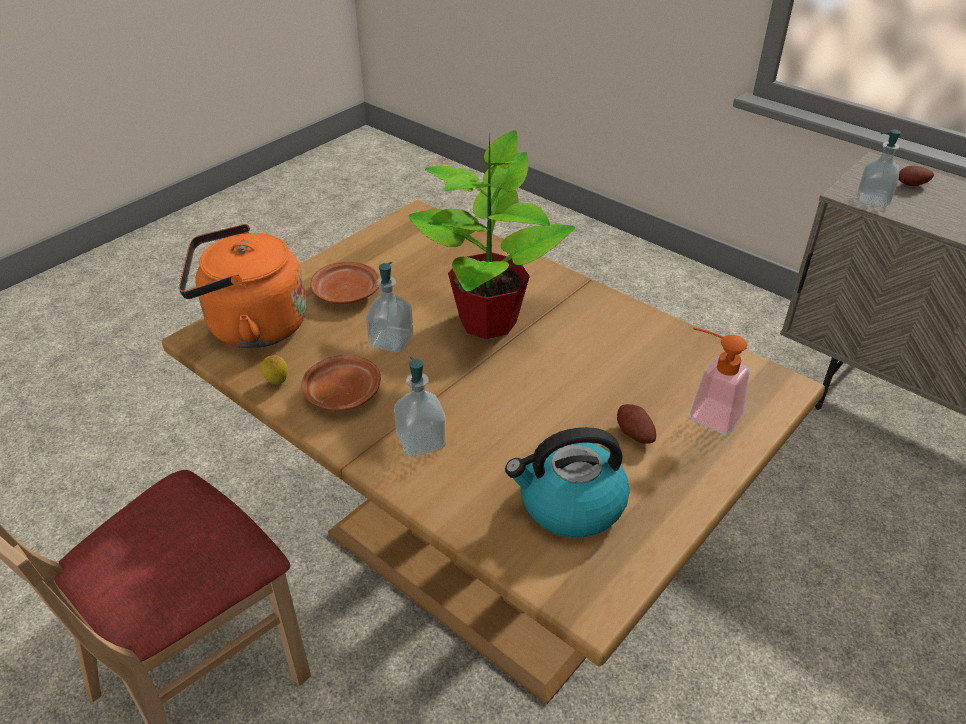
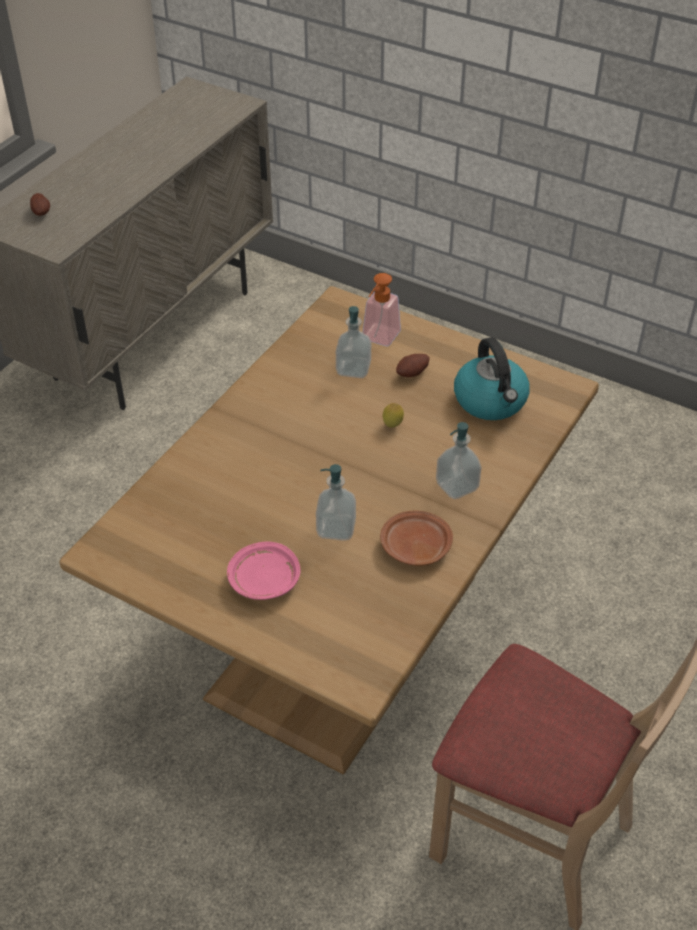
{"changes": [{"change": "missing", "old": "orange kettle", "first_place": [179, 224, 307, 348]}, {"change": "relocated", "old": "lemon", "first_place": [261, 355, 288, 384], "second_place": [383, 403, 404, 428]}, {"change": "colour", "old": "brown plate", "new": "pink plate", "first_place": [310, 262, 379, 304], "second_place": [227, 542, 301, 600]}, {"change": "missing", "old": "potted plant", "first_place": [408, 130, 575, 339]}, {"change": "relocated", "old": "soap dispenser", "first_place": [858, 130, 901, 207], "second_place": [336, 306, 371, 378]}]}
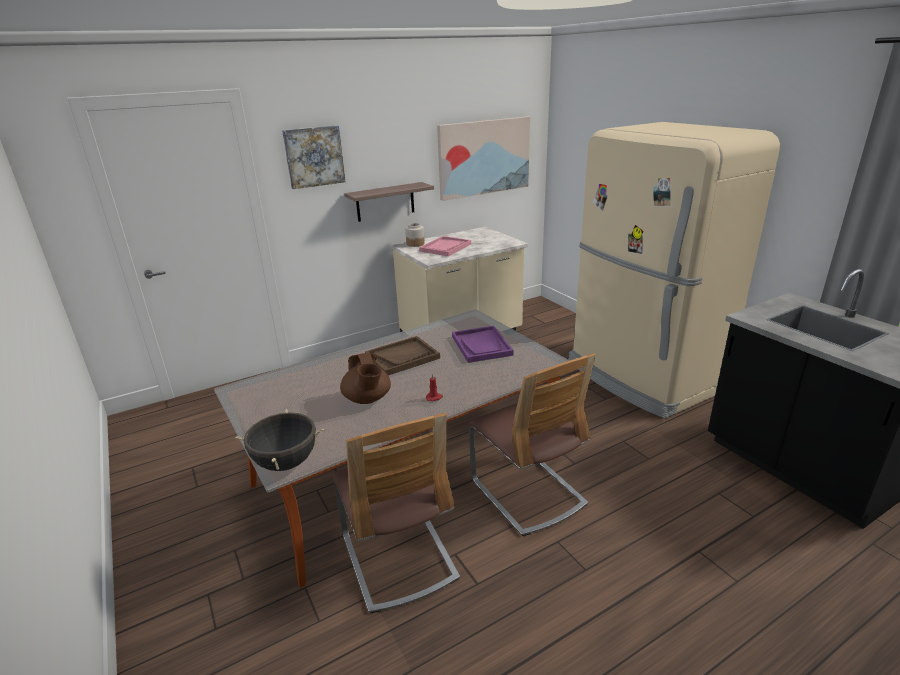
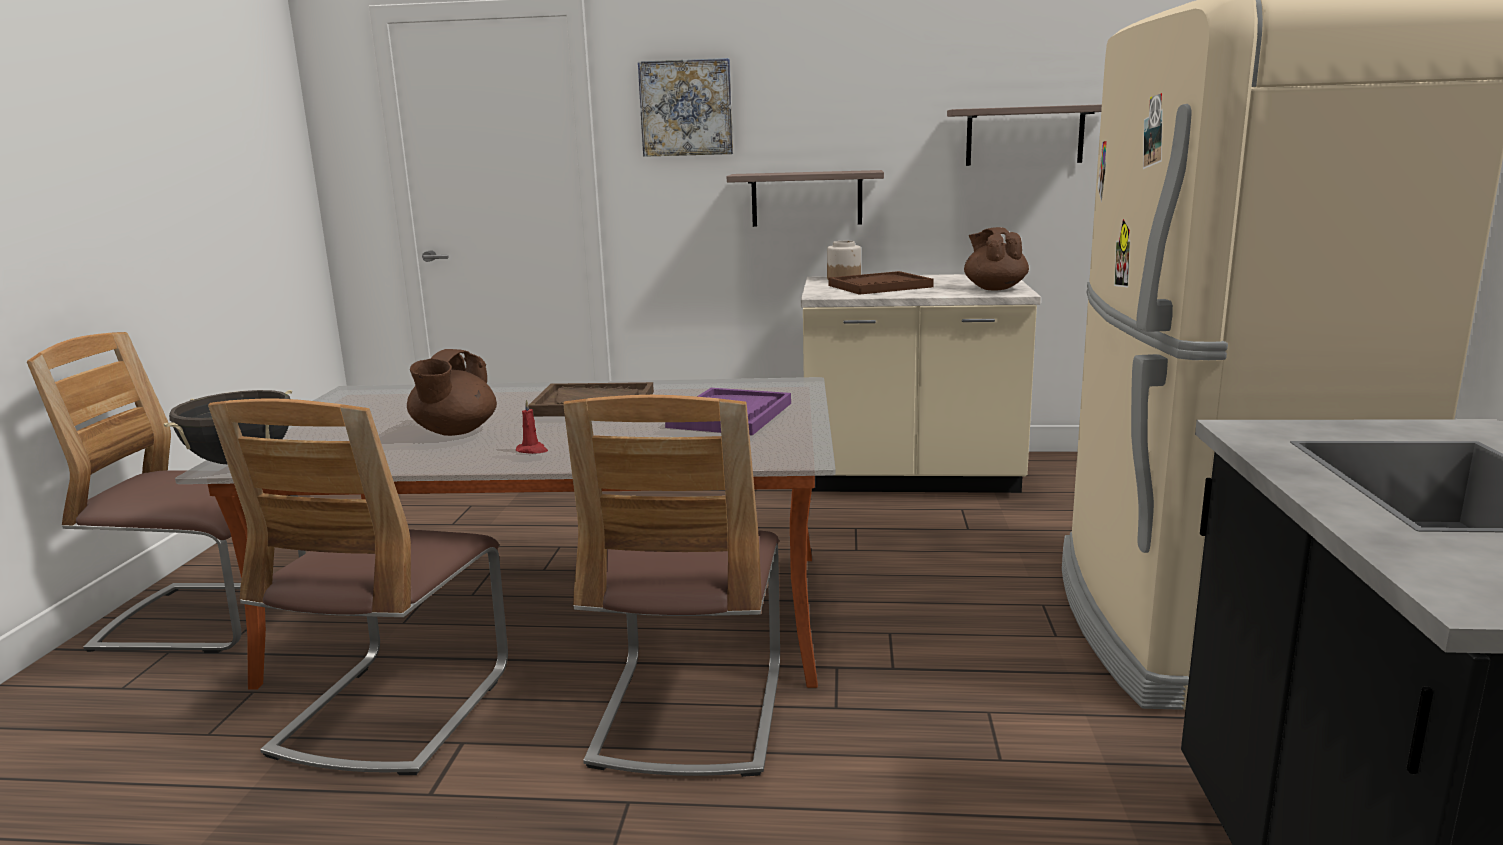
{"changes": [{"change": "colour", "old": "pink tray", "new": "brown tray", "first_place": [419, 236, 471, 256], "second_place": [828, 271, 934, 295]}, {"change": "exchanged", "old": "picture", "new": "shelf", "first_place": [437, 116, 530, 201], "second_place": [947, 104, 1102, 166]}, {"change": "appeared", "new": "chair", "second_place": [27, 332, 306, 653]}, {"change": "appeared", "new": "brown teapot", "second_place": [964, 227, 1029, 291]}]}
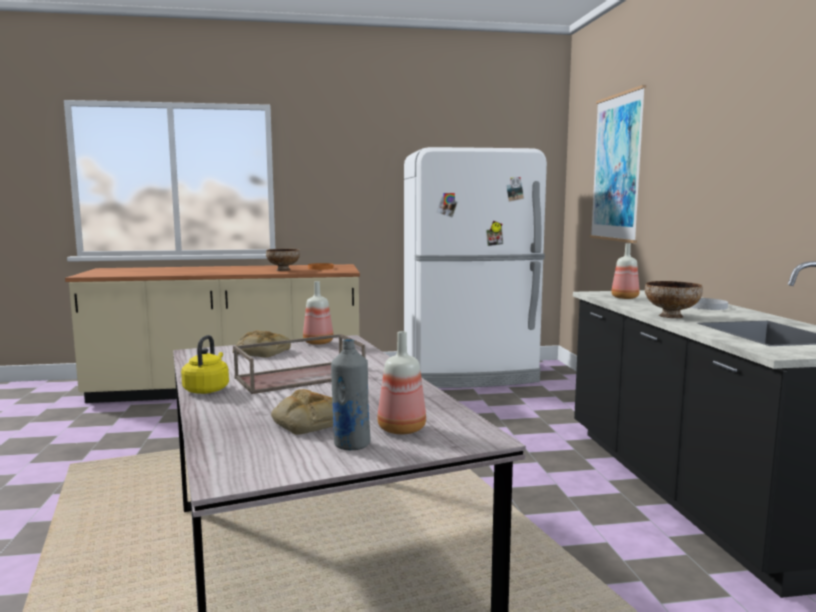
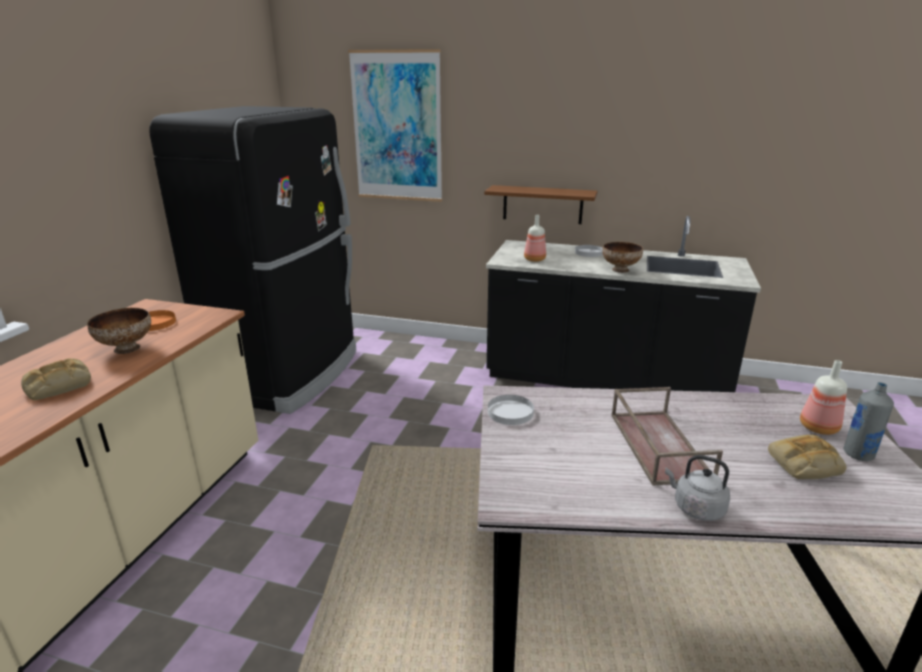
{"changes": [{"change": "colour", "old": "yellow kettle", "new": "grey kettle", "first_place": [181, 335, 229, 394], "second_place": [665, 455, 730, 521]}, {"change": "relocated", "old": "bread", "first_place": [233, 331, 291, 358], "second_place": [21, 358, 91, 400]}, {"change": "exchanged", "old": "bottle", "new": "white plate", "first_place": [303, 281, 333, 345], "second_place": [488, 395, 534, 425]}, {"change": "colour", "old": "white fridge", "new": "black fridge", "first_place": [404, 147, 547, 388], "second_place": [149, 106, 356, 414]}, {"change": "appeared", "new": "brown shelf", "second_place": [484, 185, 598, 224]}]}
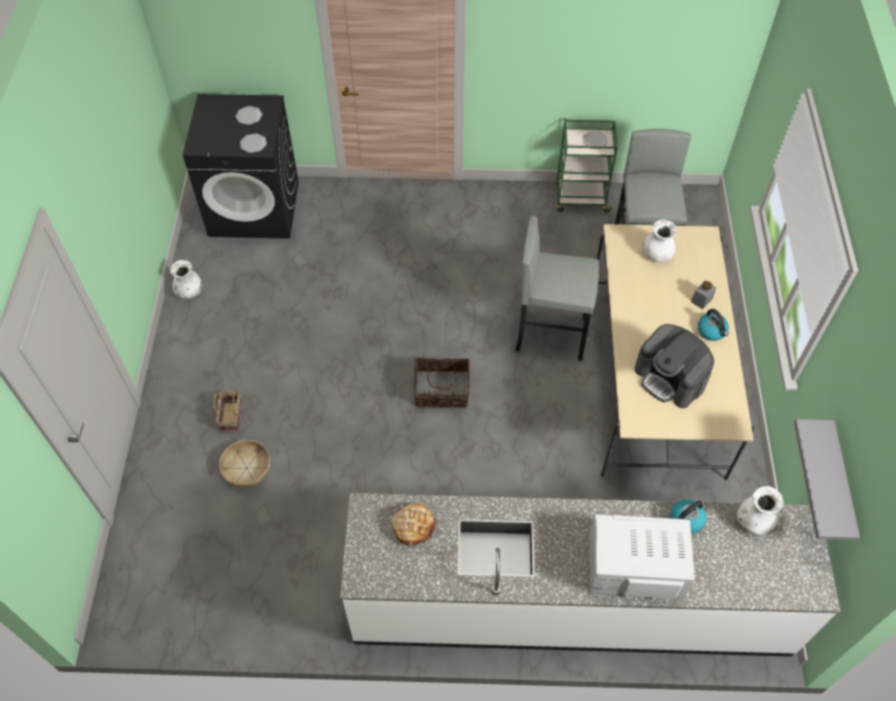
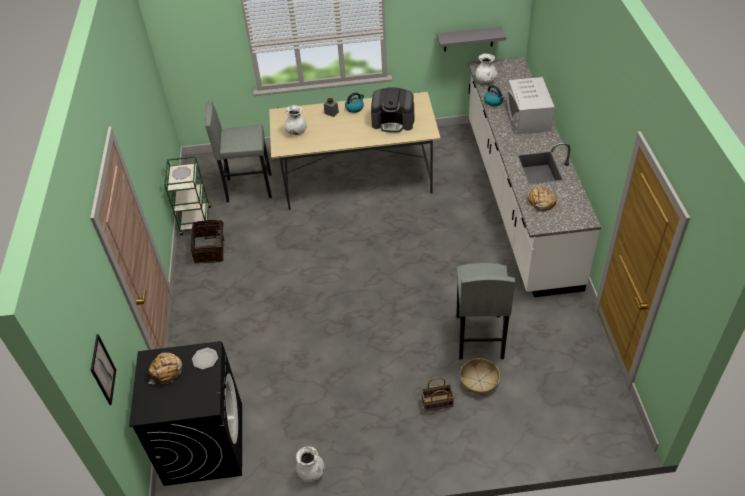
{"changes": [{"change": "exchanged", "old": "plate", "new": "bread", "first_place": [235, 106, 263, 125], "second_place": [149, 352, 182, 385]}, {"change": "relocated", "old": "basket", "first_place": [414, 358, 470, 408], "second_place": [191, 219, 224, 264]}, {"change": "relocated", "old": "grey stool", "first_place": [515, 216, 599, 361], "second_place": [456, 263, 516, 360]}, {"change": "spun", "old": "coffee machine", "first_place": [634, 324, 714, 408], "second_place": [371, 87, 414, 133], "degrees": 60}, {"change": "appeared", "new": "picture", "second_place": [91, 334, 116, 405]}]}
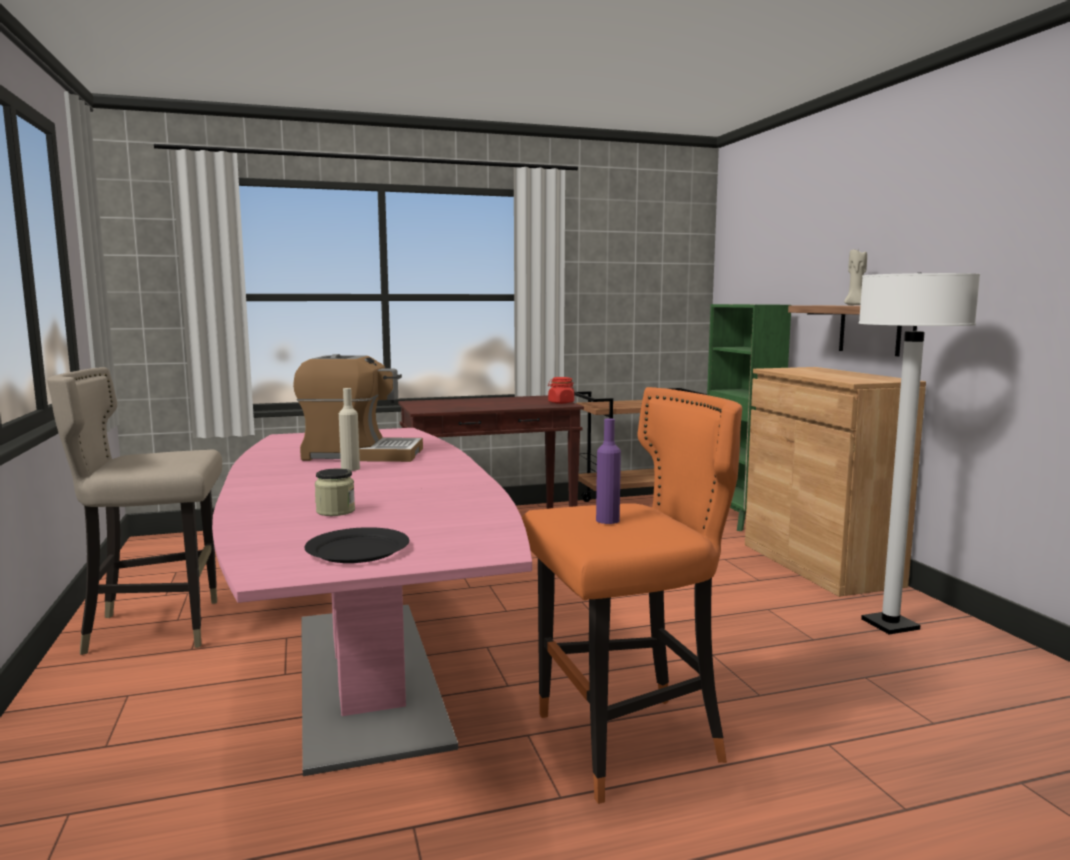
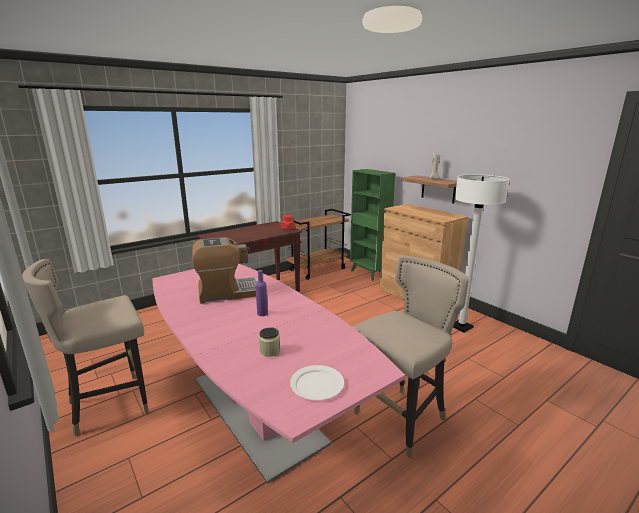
{"changes": [{"change": "colour", "old": "black plate", "new": "white plate", "first_place": [304, 527, 409, 563], "second_place": [290, 365, 344, 400]}, {"change": "missing", "old": "beige bottle", "first_place": [339, 388, 360, 471]}, {"change": "colour", "old": "orange stool", "new": "beige stool", "first_place": [522, 387, 742, 804], "second_place": [353, 256, 469, 458]}, {"change": "relocated", "old": "purple bottle", "first_place": [596, 418, 621, 524], "second_place": [255, 270, 268, 316]}]}
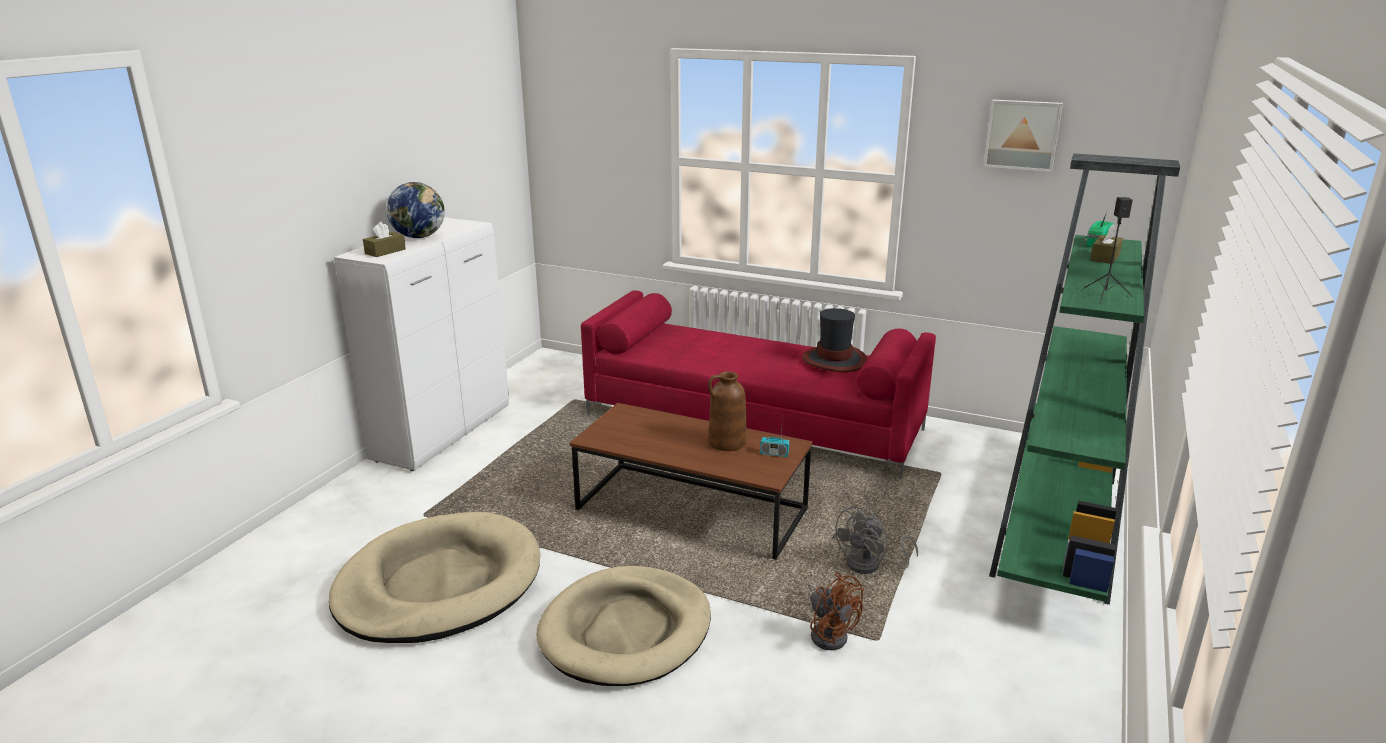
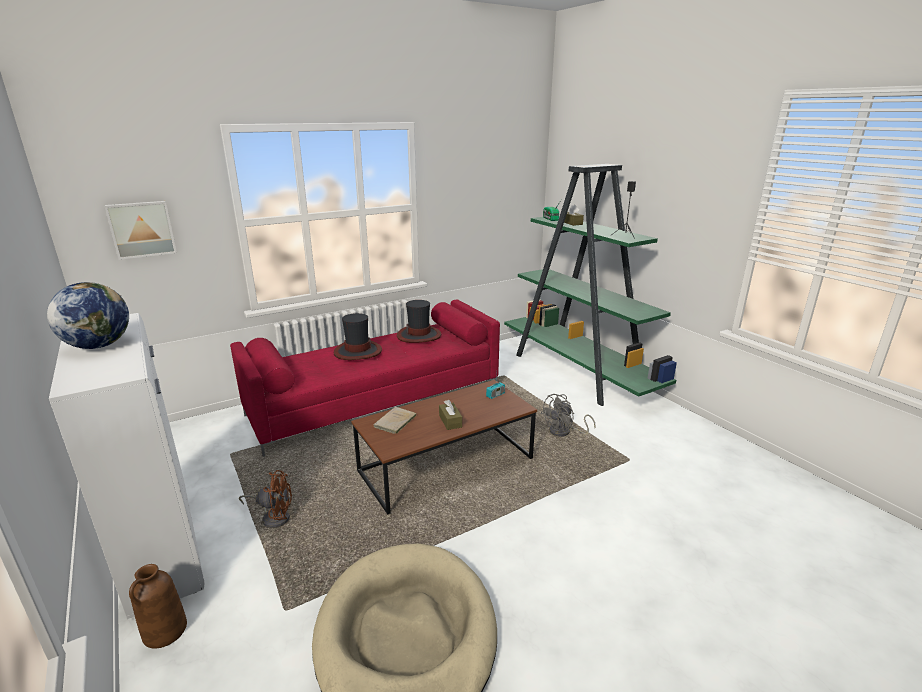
{"changes": [{"change": "relocated", "old": "brown tissue box", "first_place": [363, 222, 406, 257], "second_place": [439, 400, 462, 430]}, {"change": "missing", "old": "beige dog bed", "first_place": [536, 566, 711, 686]}, {"change": "relocated", "old": "brown vase", "first_place": [708, 371, 746, 451], "second_place": [129, 564, 187, 649]}, {"change": "relocated", "old": "brown fan", "first_place": [808, 572, 864, 650], "second_place": [239, 470, 292, 528]}, {"change": "spun", "old": "grey fan", "first_place": [832, 505, 918, 574], "second_place": [541, 394, 596, 437], "degrees": 60}, {"change": "relocated", "old": "picture", "first_place": [983, 100, 1063, 172], "second_place": [104, 201, 177, 260]}, {"change": "appeared", "new": "hat", "second_place": [334, 313, 382, 360]}, {"change": "appeared", "new": "beige book", "second_place": [373, 407, 417, 435]}]}
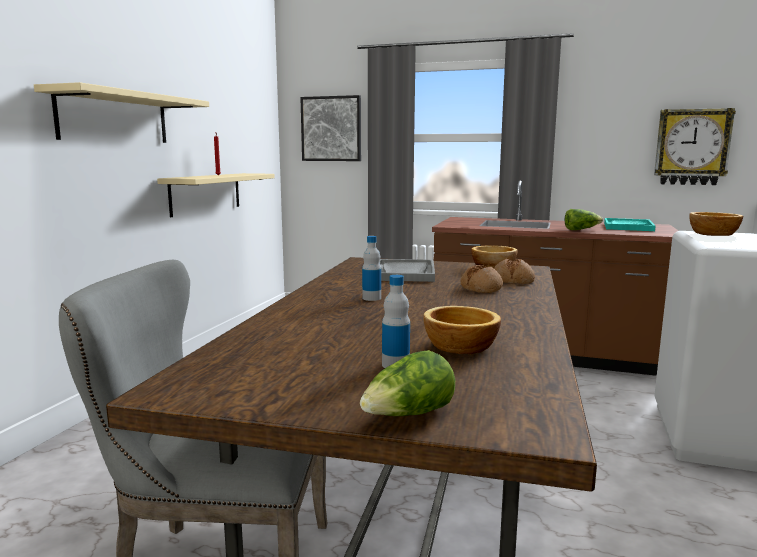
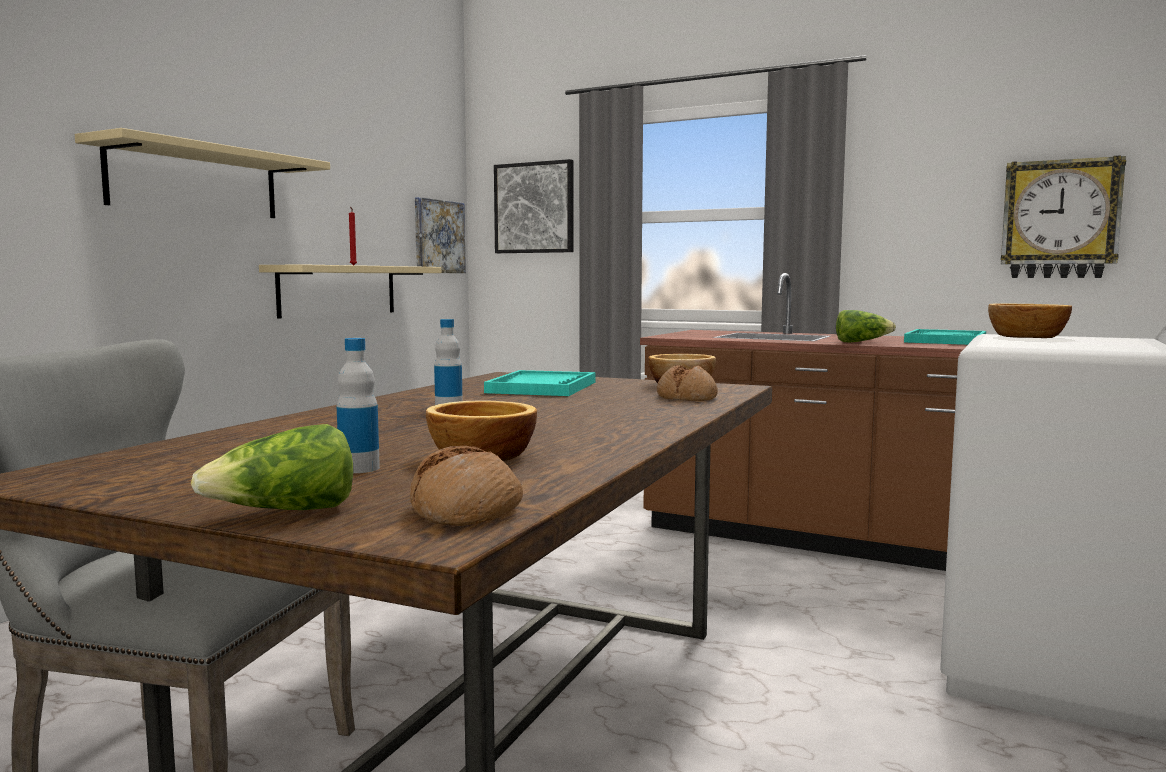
{"changes": [{"change": "colour", "old": "grey tray", "new": "turquoise tray", "first_place": [380, 259, 435, 282], "second_place": [484, 370, 595, 396]}, {"change": "relocated", "old": "bread", "first_place": [461, 265, 503, 293], "second_place": [410, 446, 523, 526]}, {"change": "appeared", "new": "picture", "second_place": [415, 197, 466, 273]}]}
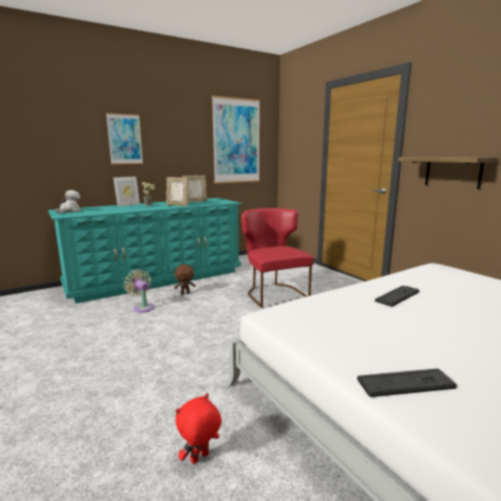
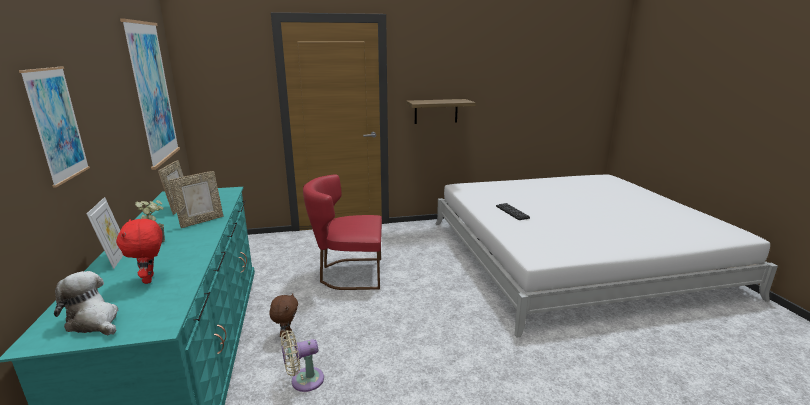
{"changes": [{"change": "relocated", "old": "red plush toy", "first_place": [176, 393, 222, 464], "second_place": [116, 219, 163, 284]}, {"change": "missing", "old": "keyboard", "first_place": [357, 369, 457, 397]}]}
